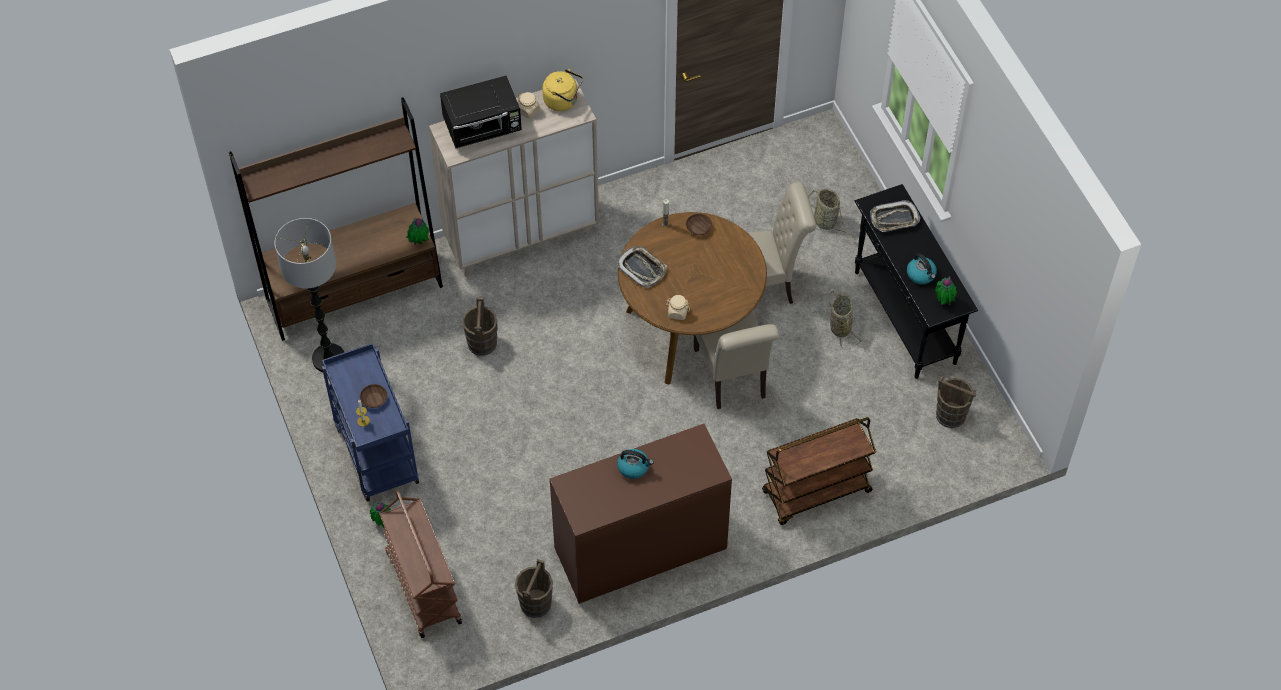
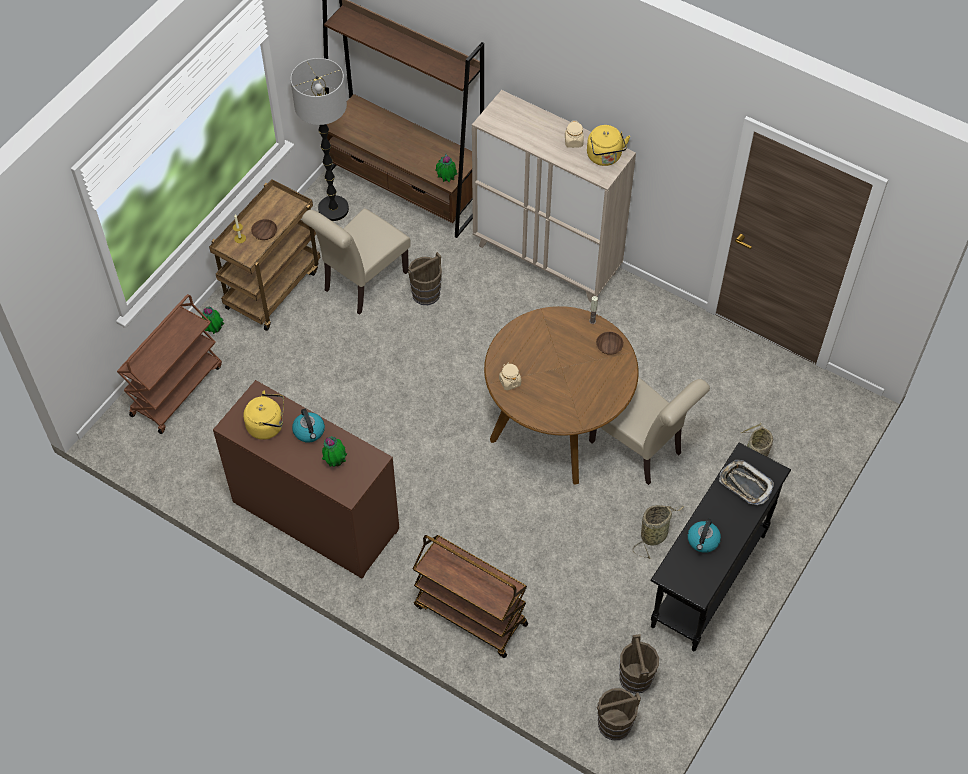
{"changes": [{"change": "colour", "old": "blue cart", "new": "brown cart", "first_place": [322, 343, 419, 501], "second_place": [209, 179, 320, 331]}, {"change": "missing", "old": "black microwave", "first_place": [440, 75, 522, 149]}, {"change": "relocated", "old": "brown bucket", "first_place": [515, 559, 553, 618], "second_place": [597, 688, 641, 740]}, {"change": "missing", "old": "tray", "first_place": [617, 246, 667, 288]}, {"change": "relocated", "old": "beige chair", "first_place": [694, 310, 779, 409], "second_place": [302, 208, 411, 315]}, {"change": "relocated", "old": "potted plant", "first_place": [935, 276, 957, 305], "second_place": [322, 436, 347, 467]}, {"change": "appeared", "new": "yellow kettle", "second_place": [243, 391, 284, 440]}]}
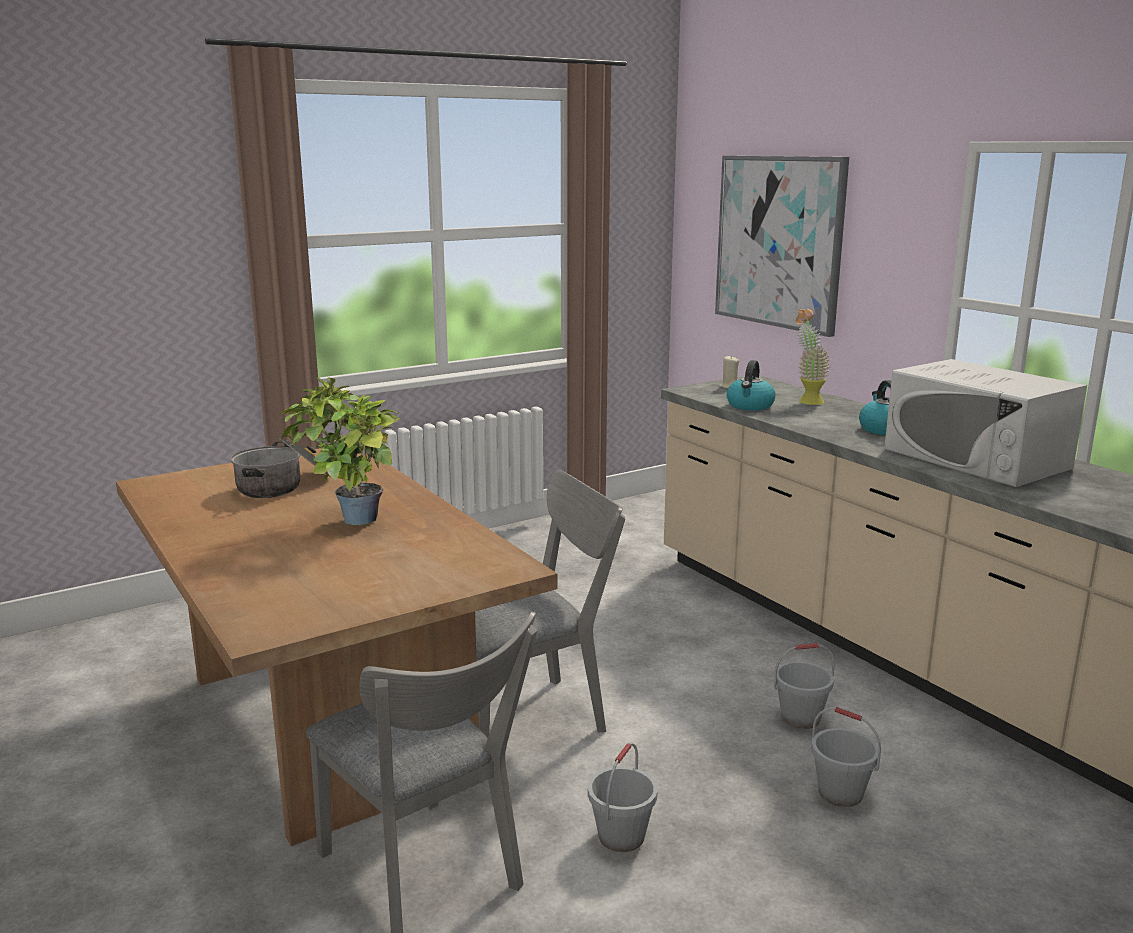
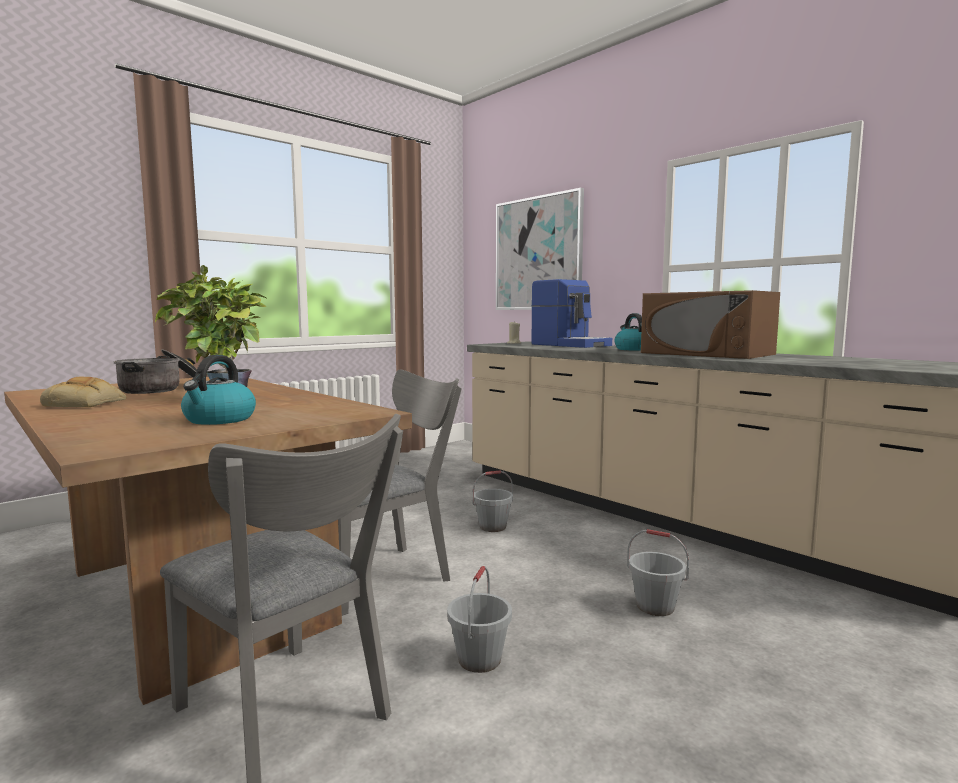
{"changes": [{"change": "relocated", "old": "kettle", "first_place": [727, 360, 776, 411], "second_place": [181, 355, 256, 425]}, {"change": "relocated", "old": "grey bucket", "first_place": [774, 643, 835, 729], "second_place": [473, 470, 513, 532]}, {"change": "exchanged", "old": "potted plant", "new": "coffee machine", "first_place": [796, 309, 831, 405], "second_place": [531, 279, 612, 348]}, {"change": "colour", "old": "white microwave", "new": "brown microwave", "first_place": [884, 359, 1087, 487], "second_place": [641, 290, 780, 359]}, {"change": "appeared", "new": "bread", "second_place": [40, 377, 127, 407]}]}
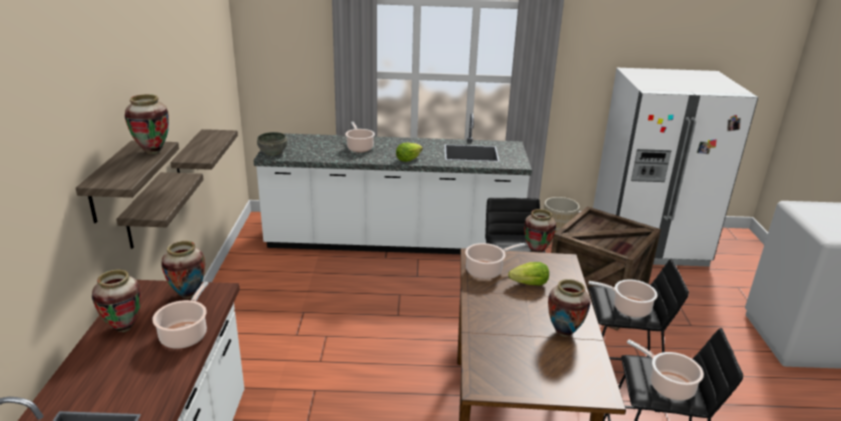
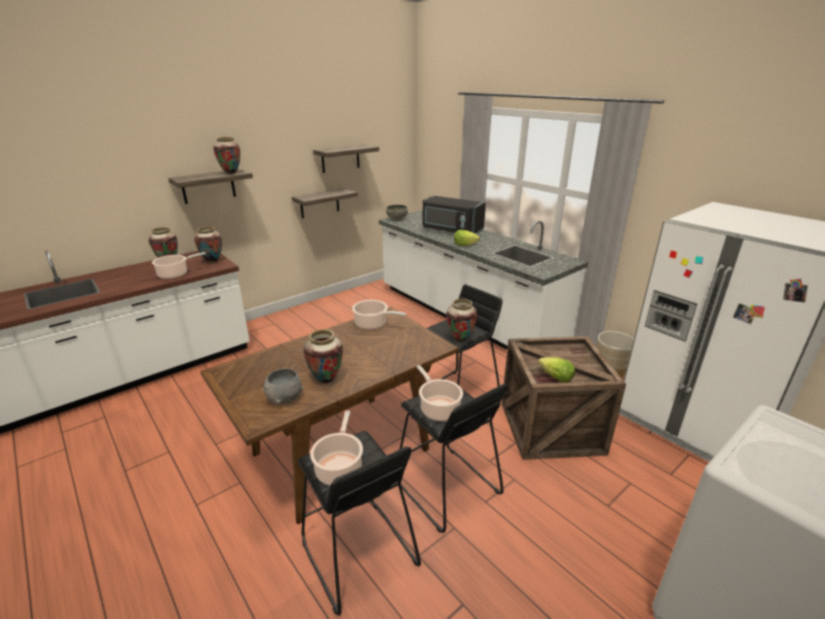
{"changes": [{"change": "relocated", "old": "shelf", "first_place": [117, 172, 204, 249], "second_place": [313, 144, 379, 173]}, {"change": "exchanged", "old": "cooking pot", "new": "black microwave", "first_place": [345, 122, 375, 152], "second_place": [422, 196, 486, 234]}, {"change": "relocated", "old": "lettuce", "first_place": [508, 262, 549, 286], "second_place": [538, 357, 575, 382]}, {"change": "appeared", "new": "grey bowl", "second_place": [263, 368, 304, 404]}]}
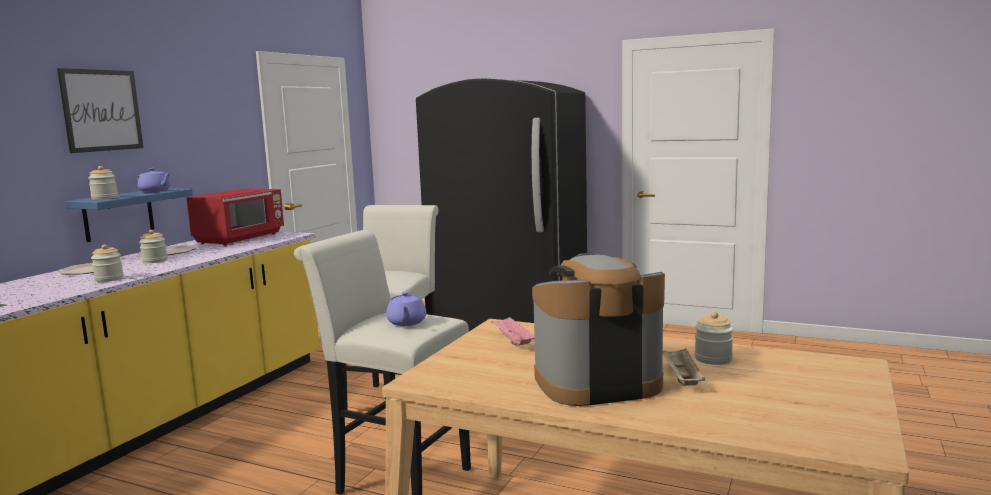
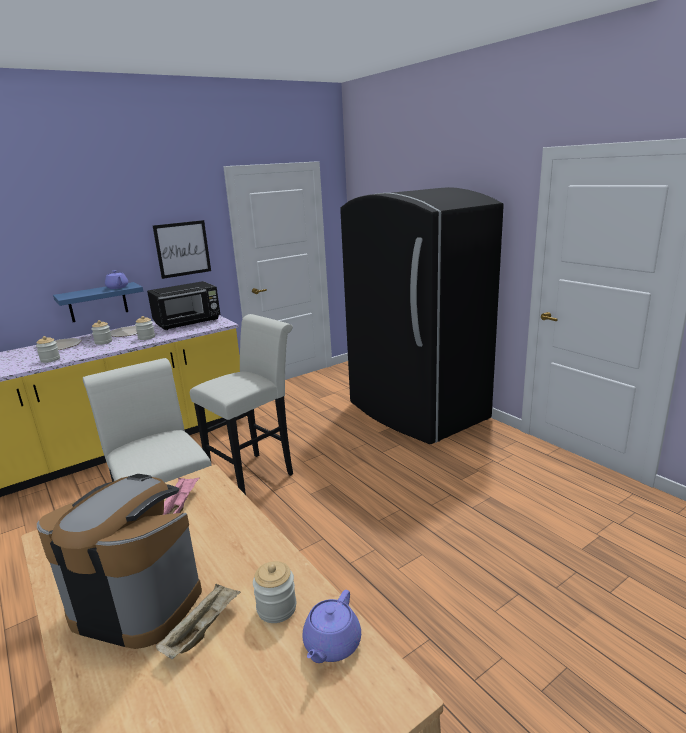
{"changes": [{"change": "relocated", "old": "picture", "first_place": [57, 68, 143, 153], "second_place": [153, 220, 211, 279]}, {"change": "relocated", "old": "jar", "first_place": [88, 166, 118, 200], "second_place": [135, 316, 155, 340]}, {"change": "colour", "old": "red microwave", "new": "black microwave", "first_place": [186, 188, 284, 246], "second_place": [147, 281, 220, 330]}, {"change": "relocated", "old": "purple teapot", "first_place": [386, 292, 427, 326], "second_place": [302, 590, 361, 663]}]}
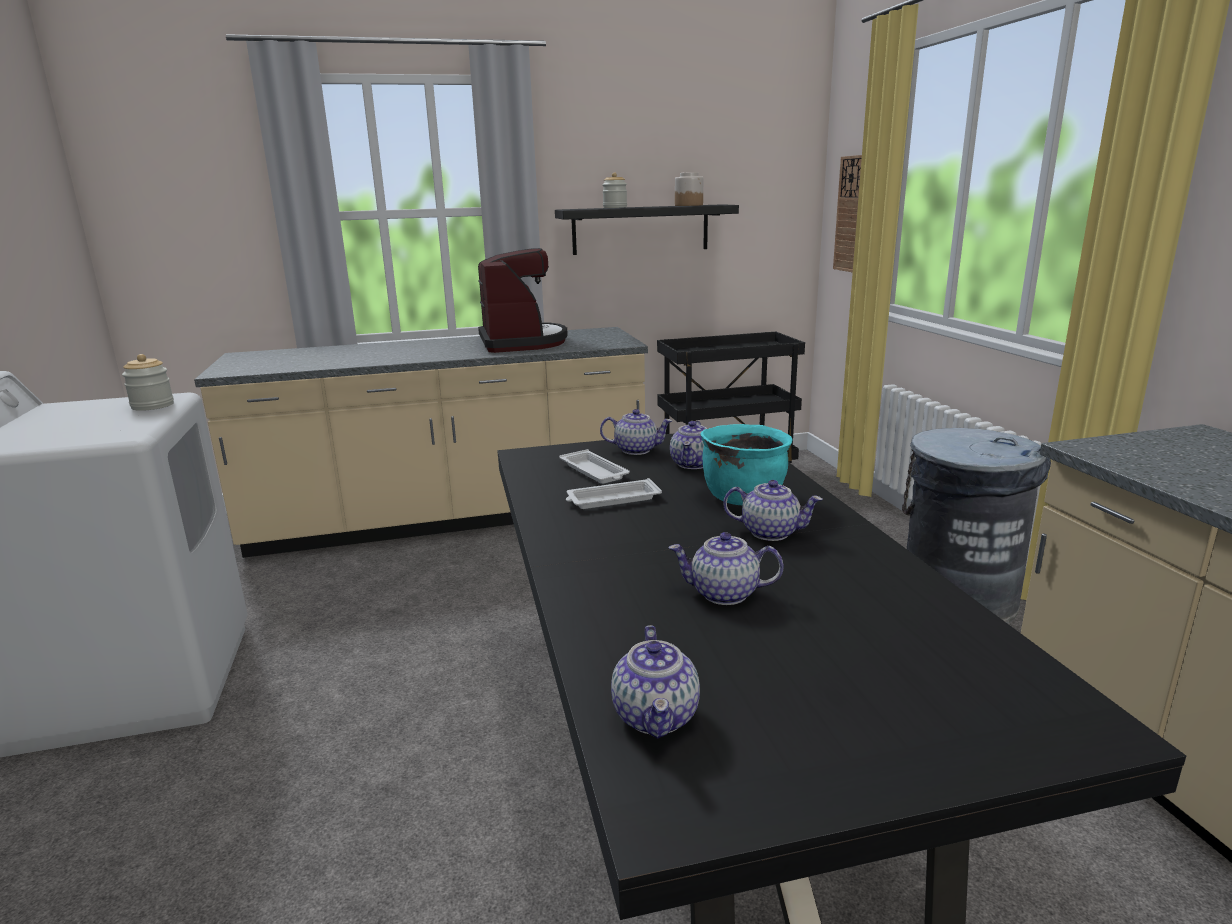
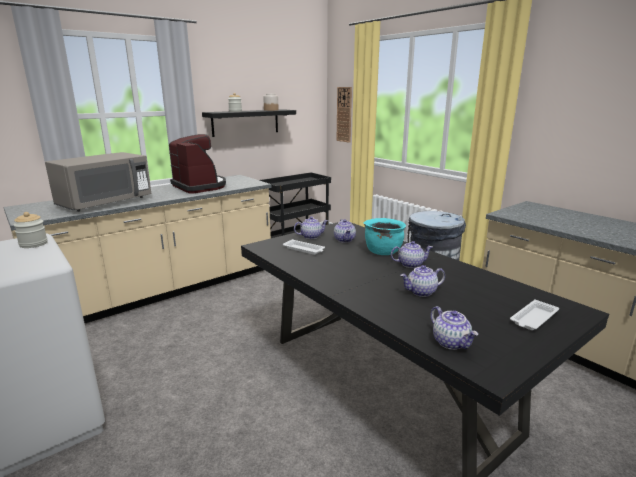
{"changes": [{"change": "relocated", "old": "white tray", "first_place": [566, 478, 662, 509], "second_place": [510, 299, 559, 330]}, {"change": "appeared", "new": "grey microwave", "second_place": [45, 152, 151, 212]}]}
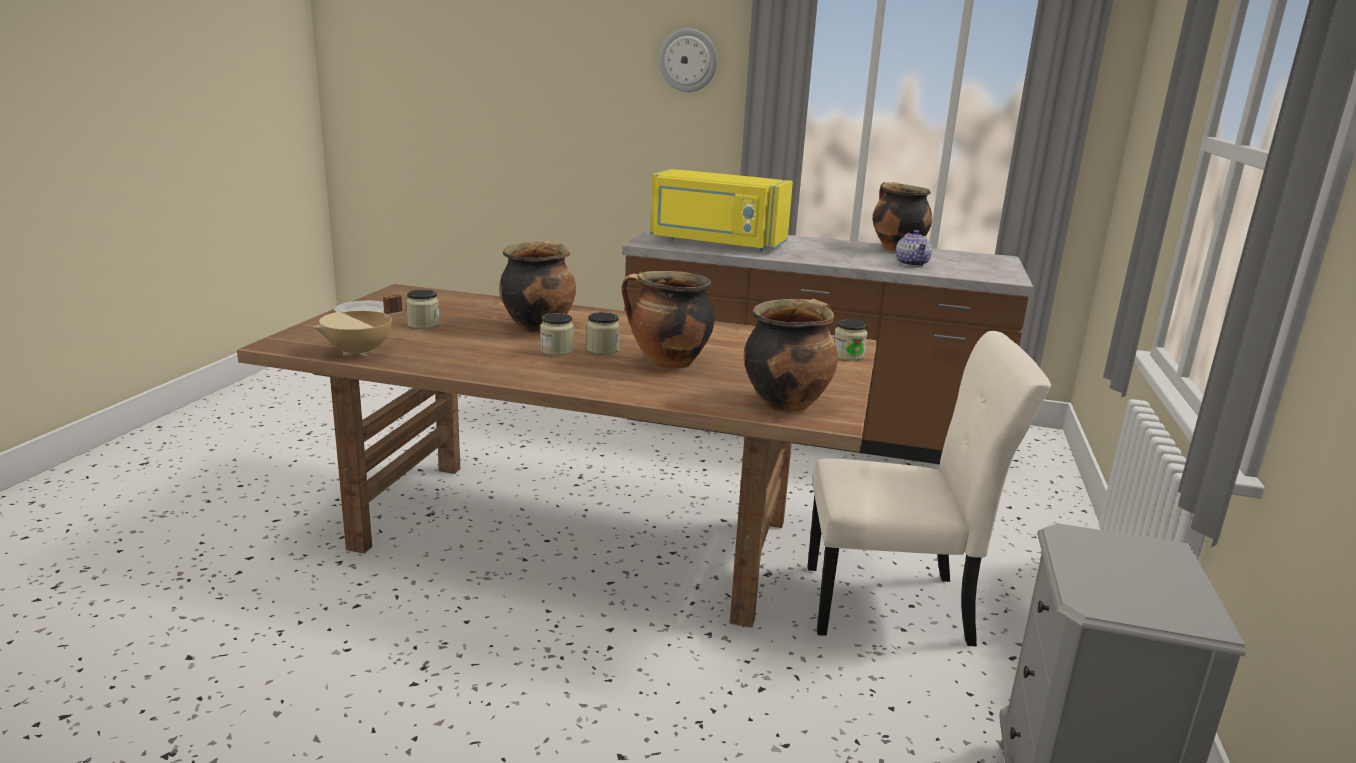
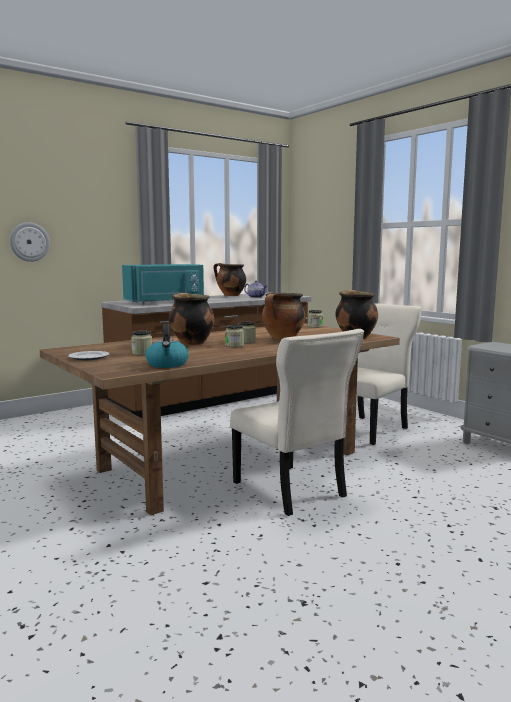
{"changes": [{"change": "exchanged", "old": "beige cooking pot", "new": "kettle", "first_place": [314, 295, 402, 357], "second_place": [145, 324, 189, 368]}, {"change": "colour", "old": "yellow microwave", "new": "turquoise microwave", "first_place": [650, 169, 793, 252], "second_place": [122, 264, 204, 304]}, {"change": "relocated", "old": "wall clock", "first_place": [659, 28, 717, 92], "second_place": [10, 222, 50, 262]}, {"change": "appeared", "new": "beige chair", "second_place": [230, 329, 364, 516]}]}
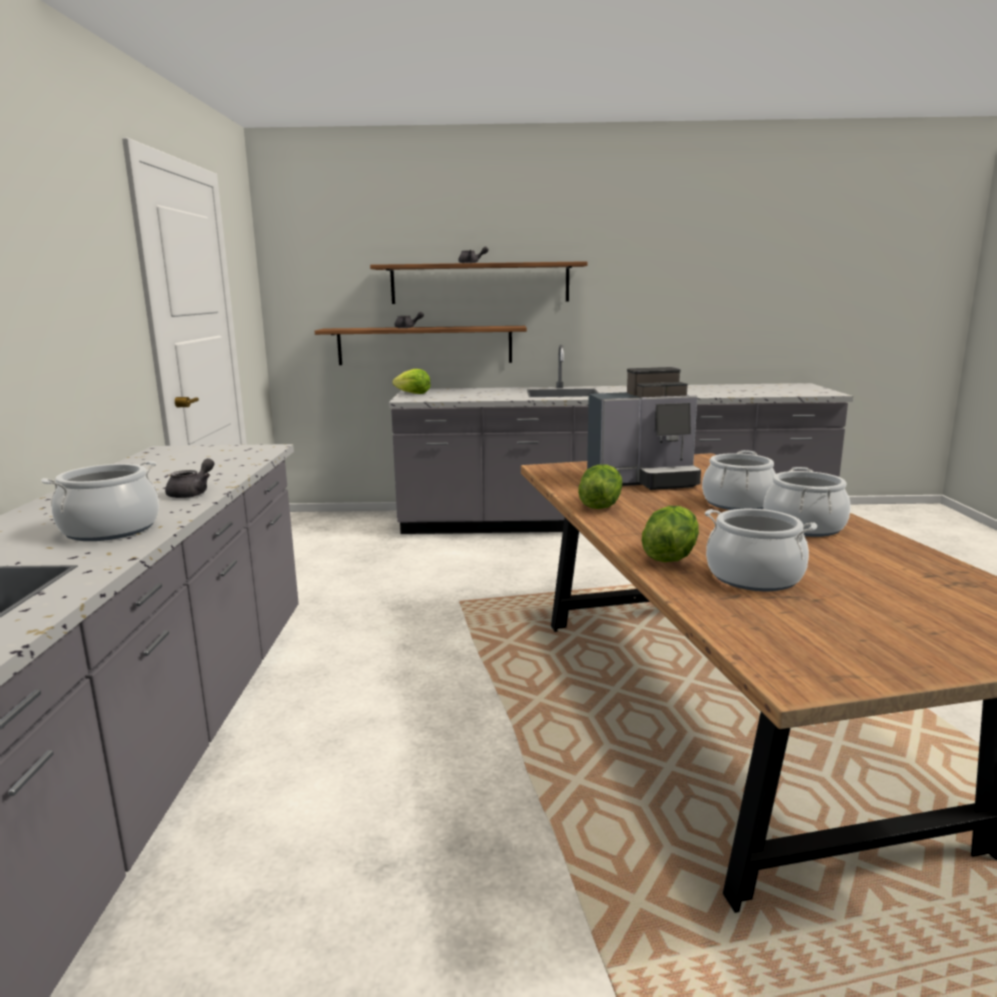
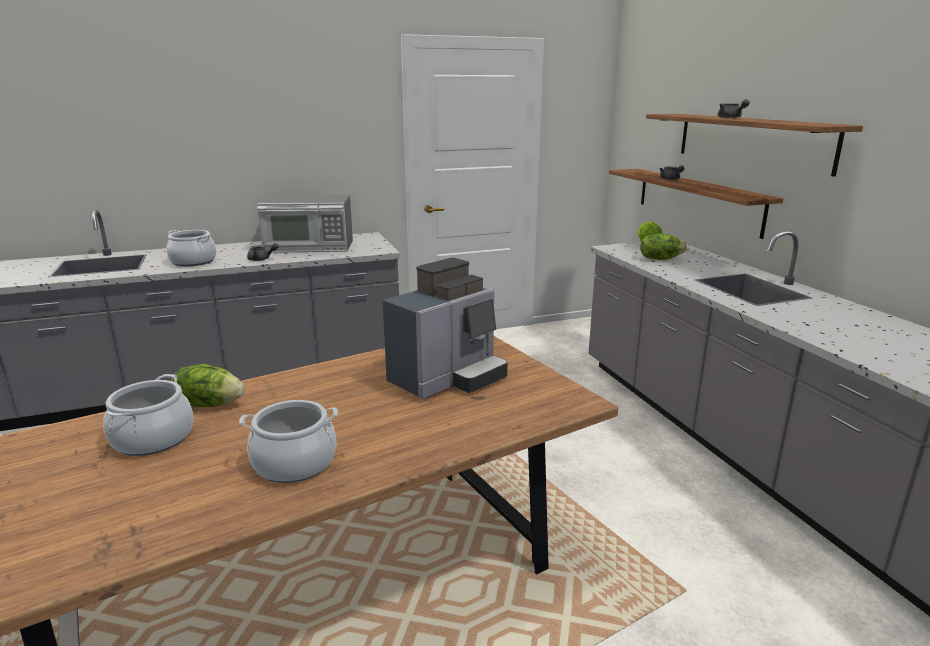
{"changes": [{"change": "relocated", "old": "lettuce", "first_place": [578, 464, 622, 509], "second_place": [640, 233, 687, 260]}, {"change": "spun", "old": "coffee machine", "first_place": [587, 367, 701, 490], "second_place": [383, 257, 508, 399], "degrees": -105}, {"change": "missing", "old": "cooking pot", "first_place": [702, 450, 776, 510]}, {"change": "appeared", "new": "microwave", "second_place": [257, 195, 353, 253]}]}
